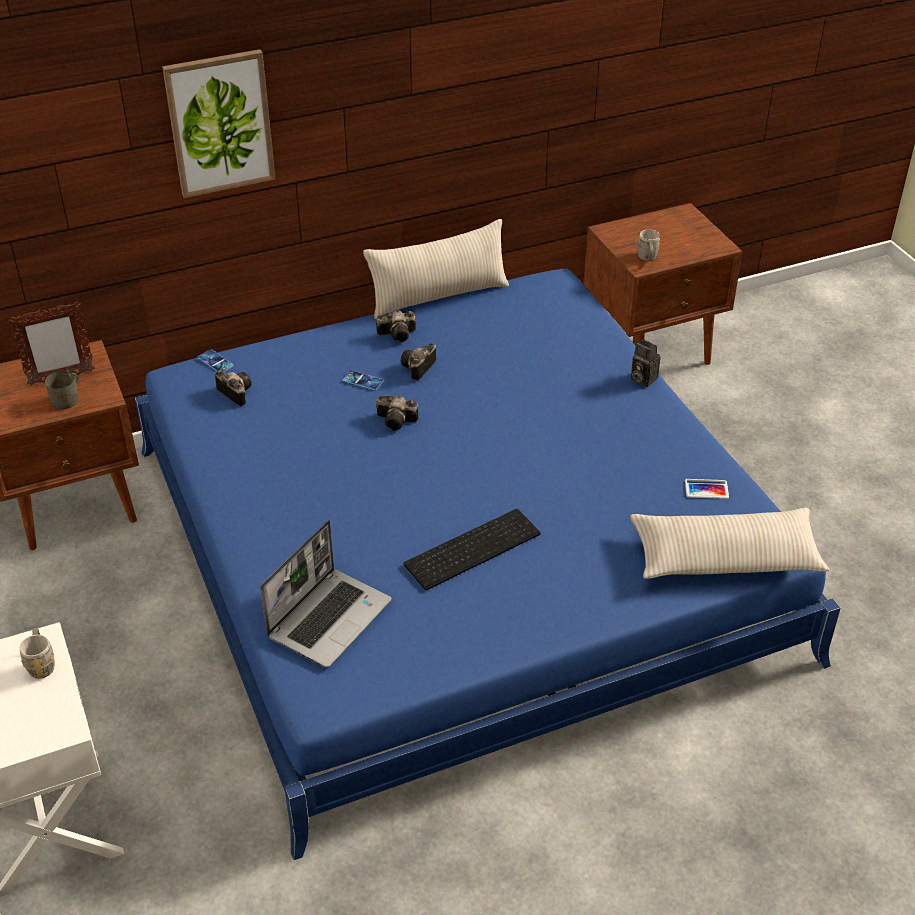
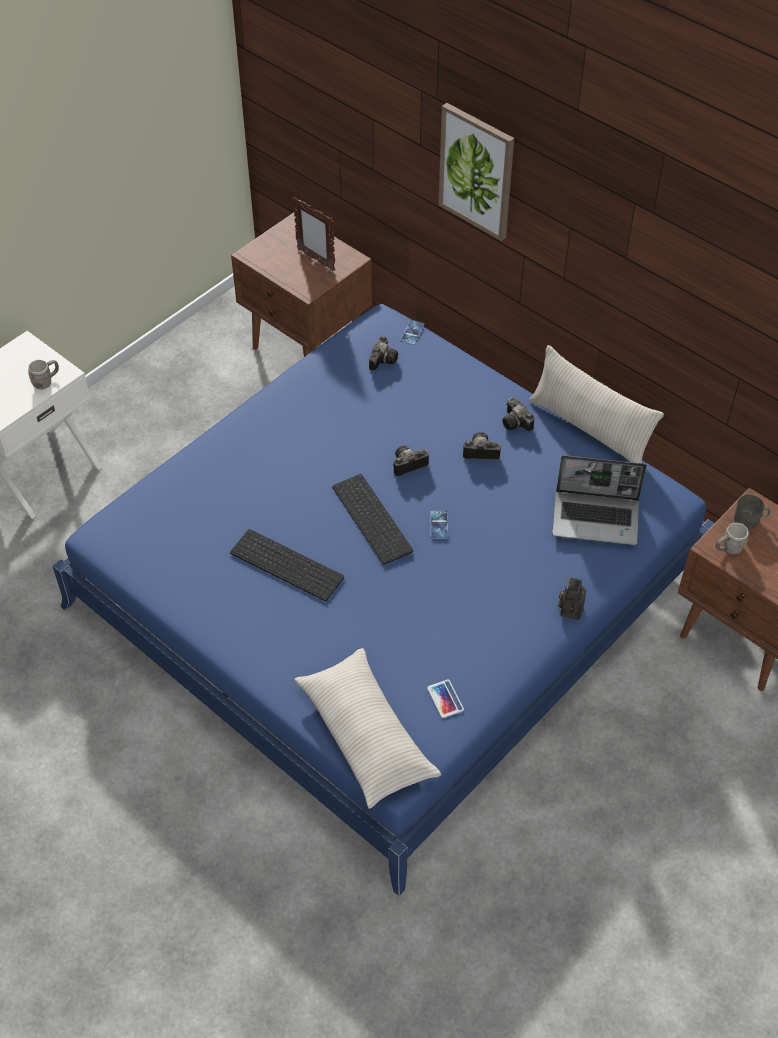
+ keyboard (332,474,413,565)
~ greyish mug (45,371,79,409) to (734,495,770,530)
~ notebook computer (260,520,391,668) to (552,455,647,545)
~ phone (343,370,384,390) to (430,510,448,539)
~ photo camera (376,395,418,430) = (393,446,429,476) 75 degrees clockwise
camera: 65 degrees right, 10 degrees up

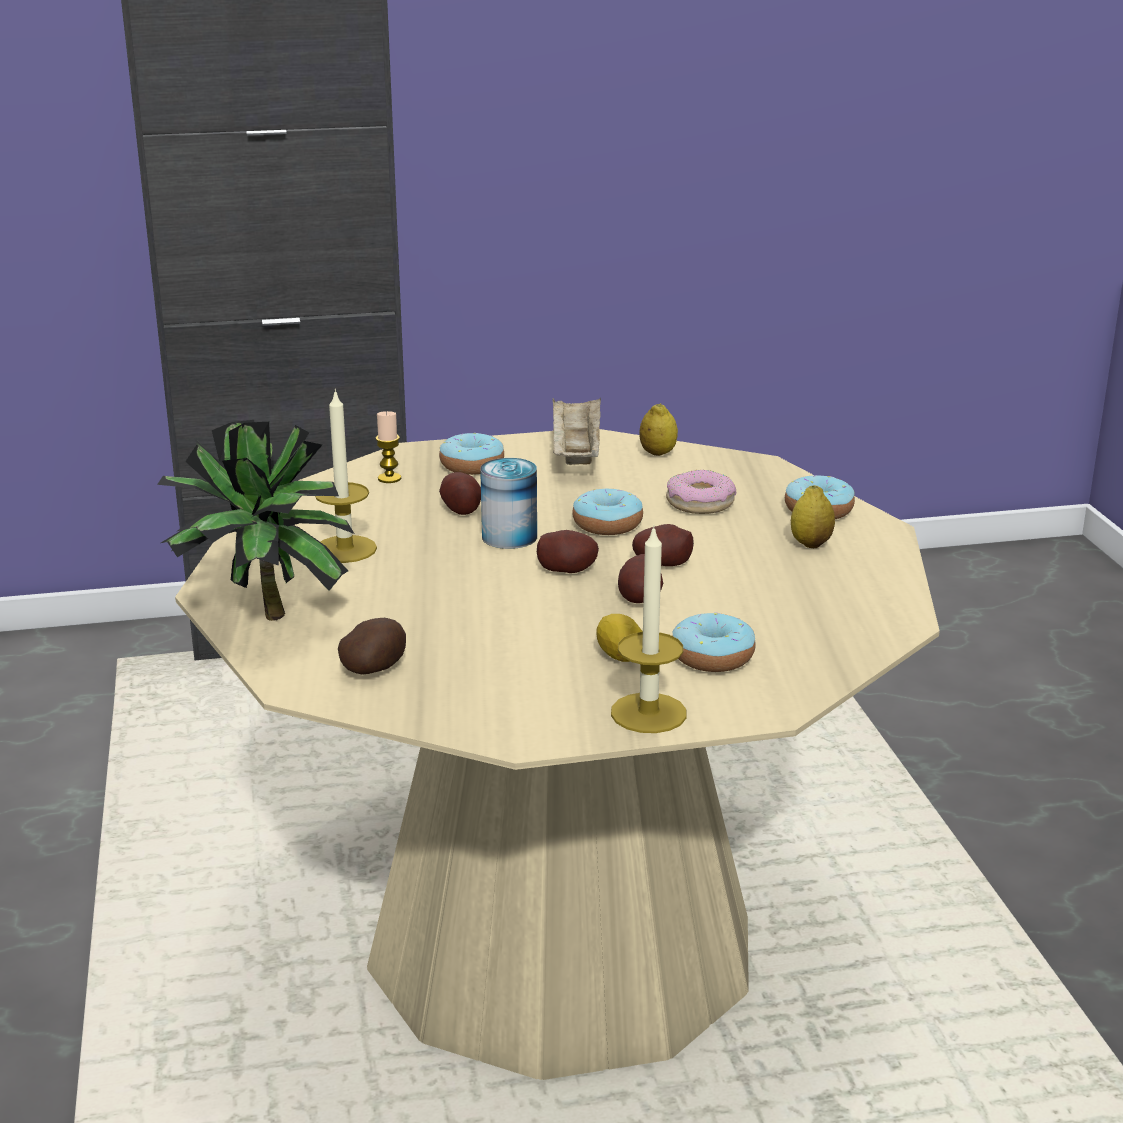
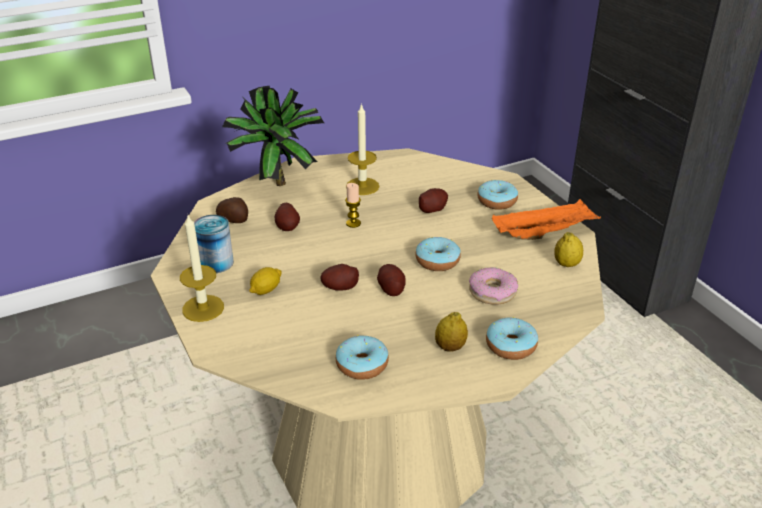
~ candle (376,411,401,483) to (345,183,361,228)
~ sealed can (480,458,537,549) to (194,215,234,273)
~ spud (537,530,599,573) to (275,203,300,231)
~ ring doughnut (673,612,756,672) to (336,335,389,380)
~ beige serving tray (552,397,601,465) to orange-coloured serving tray (492,199,601,240)
camera: 75 degrees right, 10 degrees up

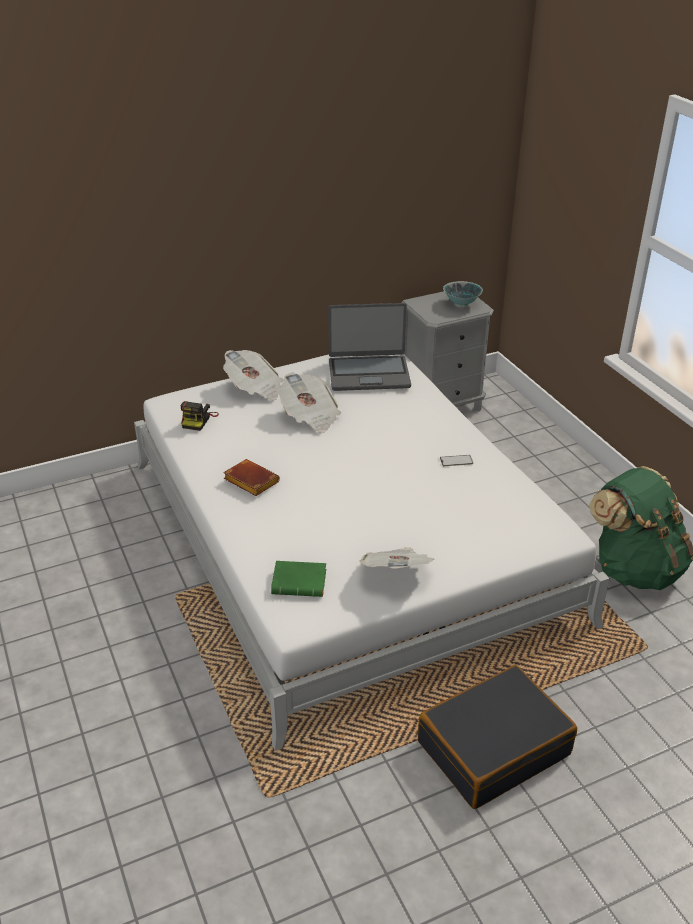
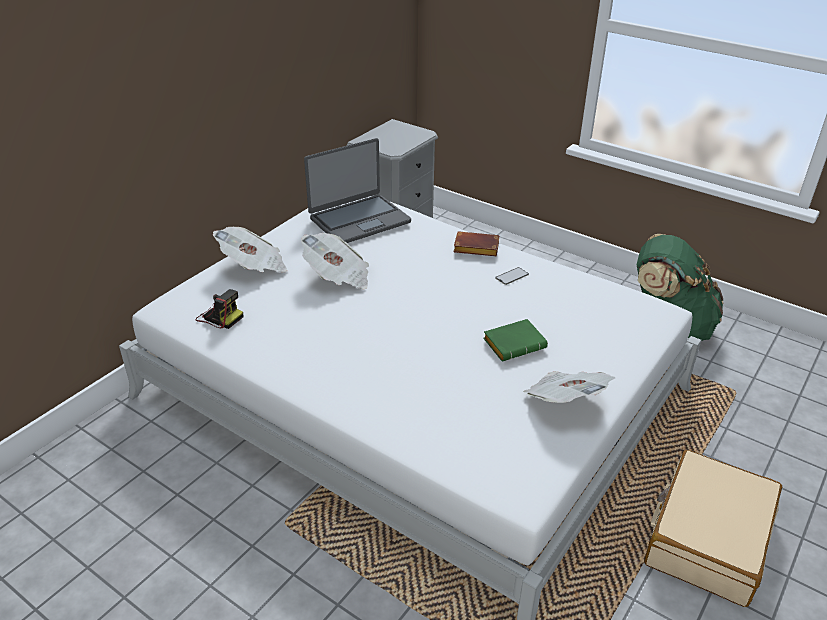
- bowl (443,281,483,307)
~ brown-coloured book (223,459,280,496) to (454,231,499,256)
~ green-coloured book (271,561,326,597) to (483,319,548,361)
~ black suitcase (418,665,577,809) to beige suitcase (644,450,782,607)
~ photo camera (180,401,219,431) = (196,289,243,329) 45 degrees counterclockwise
camera: 30 degrees left, 0 degrees up

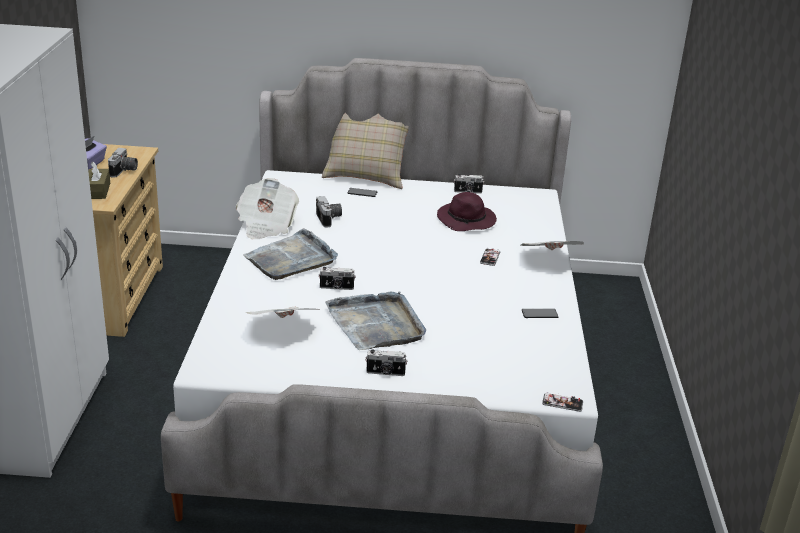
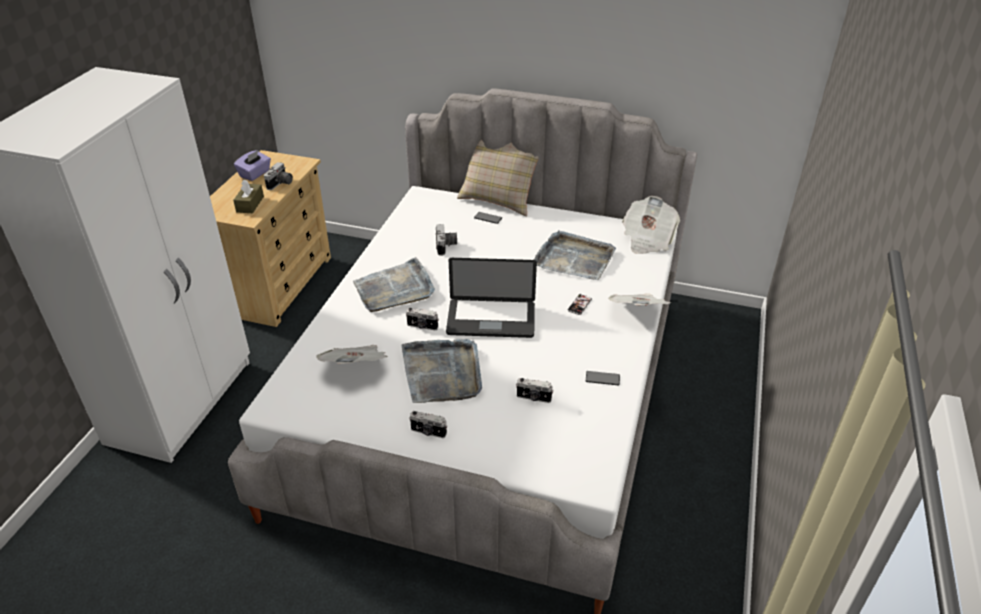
- phone (542,392,583,412)
+ notebook computer (446,258,537,338)
~ printed paper (236,178,299,239) to (622,196,680,254)
~ photo camera (454,174,484,194) to (516,378,554,403)
~ purple hat (437,192,497,231) to greyish serving tray (534,230,616,280)
camera: 15 degrees right, 10 degrees up

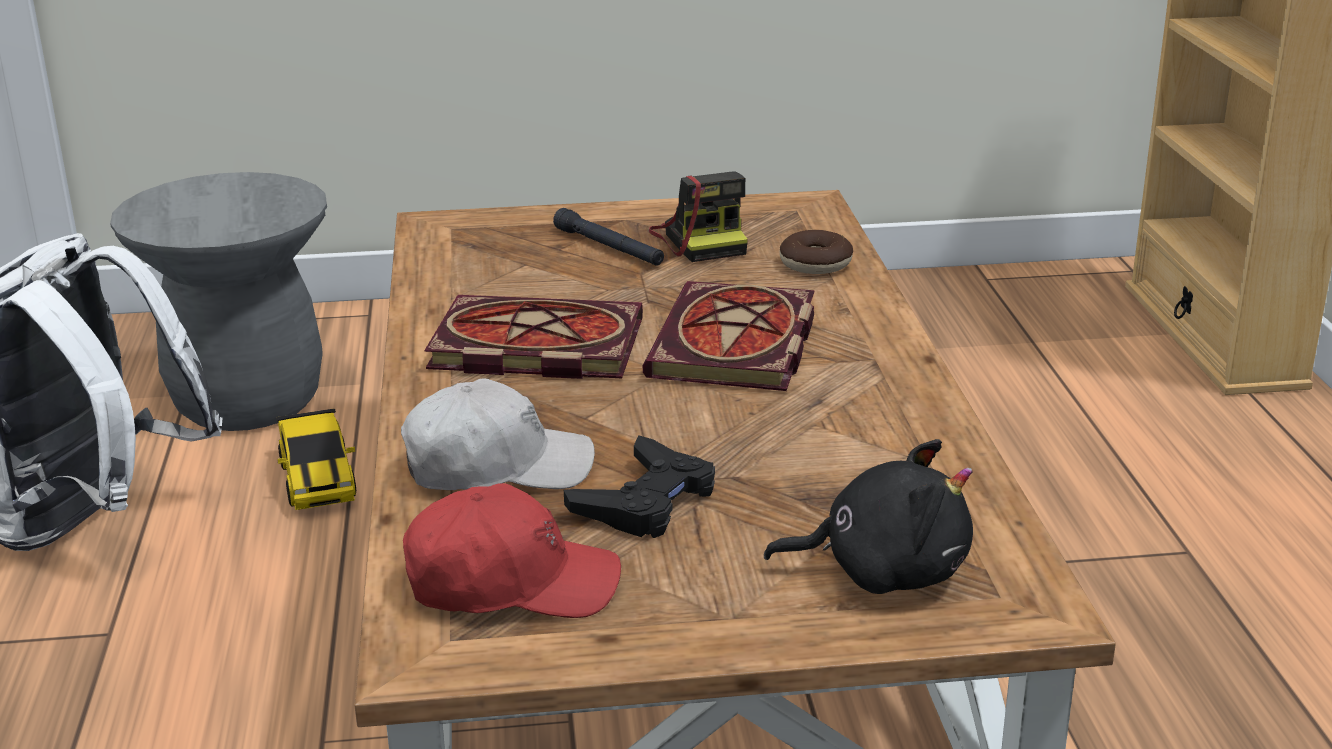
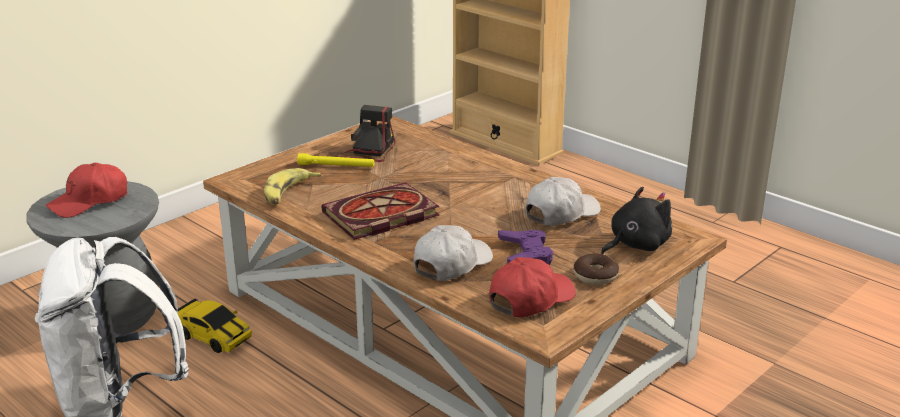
- book (643,281,815,391)
+ red-coloured cap (46,163,127,218)
+ whole banana (264,168,321,205)
+ white-coloured cap (525,177,601,226)
~ ring doughnut (780,230,853,274) to (573,254,619,285)
~ black torch (553,208,664,266) to yellowish torch (297,153,375,167)
~ black gamepad (564,435,715,538) to purple gamepad (498,230,553,265)
~ photo camera (649,171,748,262) = (340,105,395,162) 105 degrees counterclockwise
camera: 40 degrees left, 0 degrees up

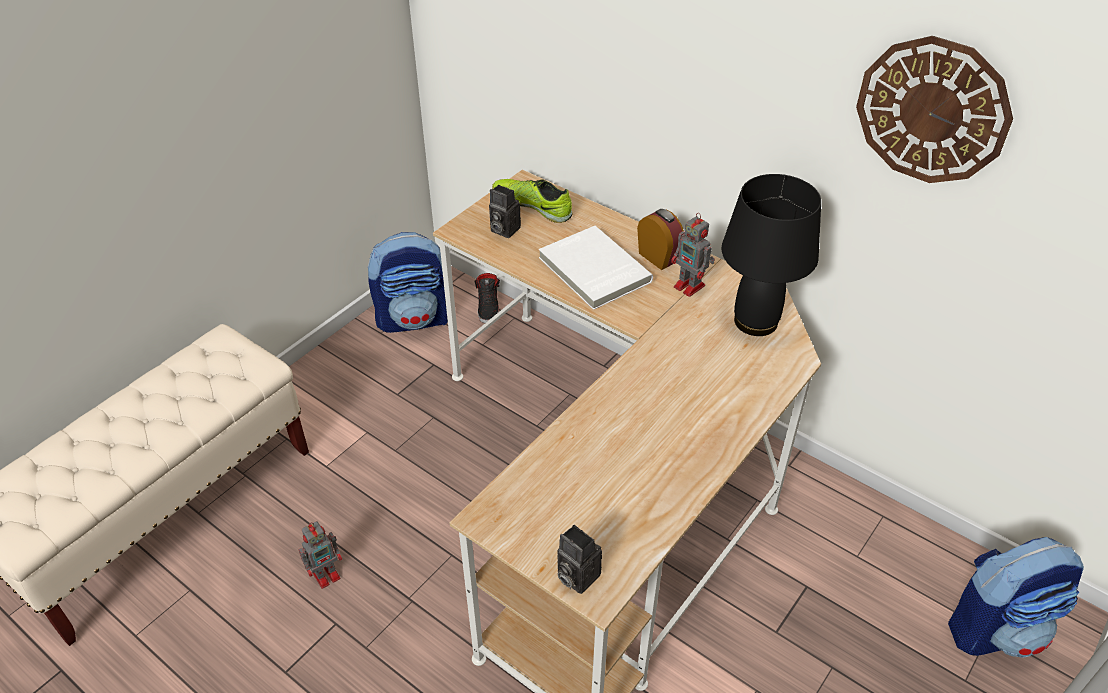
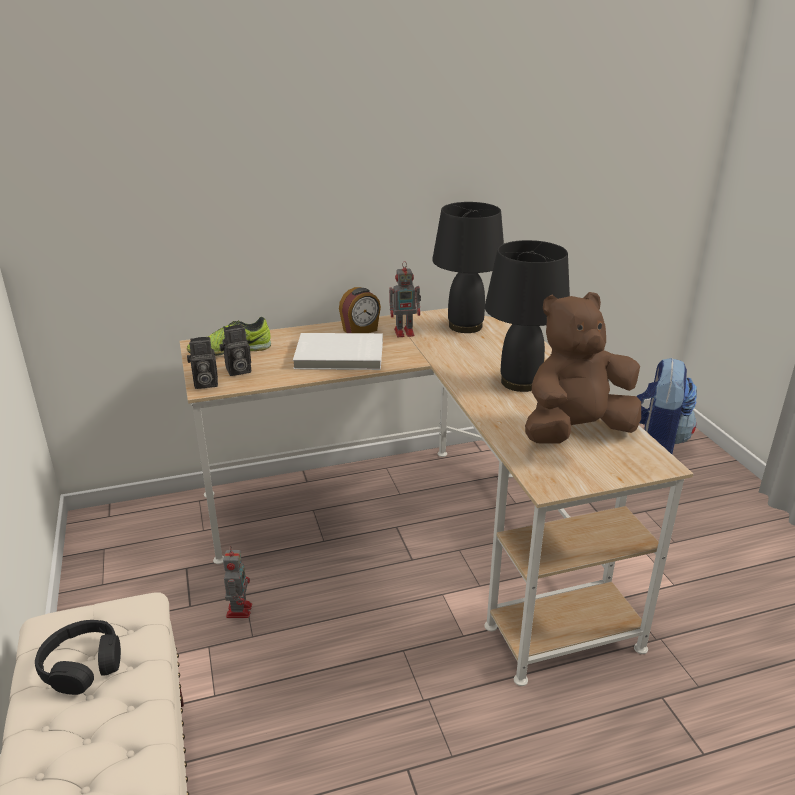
- backpack (367,232,448,333)
- black shoe (474,273,500,323)
- wall clock (856,36,1013,183)
+ black pair of headphones (35,620,121,695)
+ black table lamp (485,240,570,392)
+ brown-coloured plush toy (525,292,641,444)
~ toy robot (299,521,342,589) to (223,546,252,618)
~ photo camera (557,525,602,594) to (187,337,218,389)
~ alarm clock (637,209,684,270) = (339,287,381,333) 150 degrees clockwise
camera: 55 degrees left, 15 degrees down

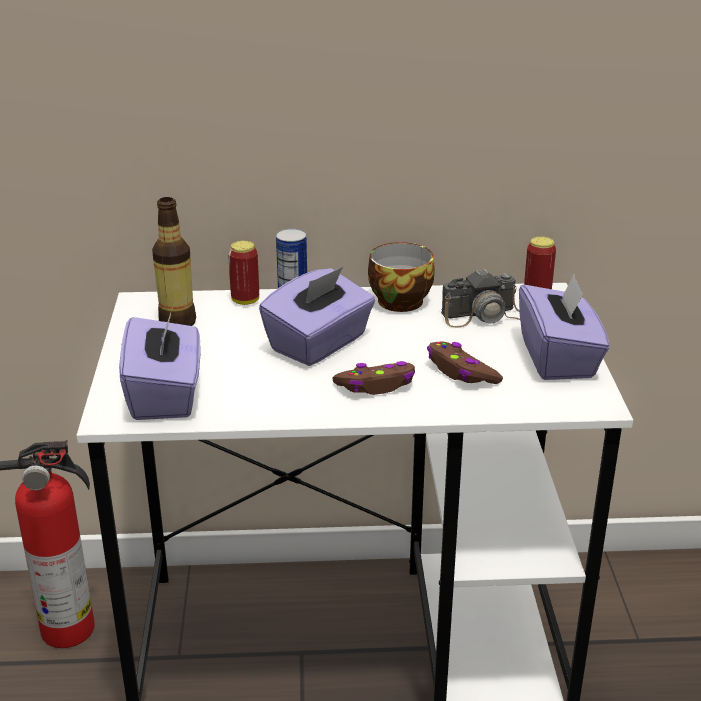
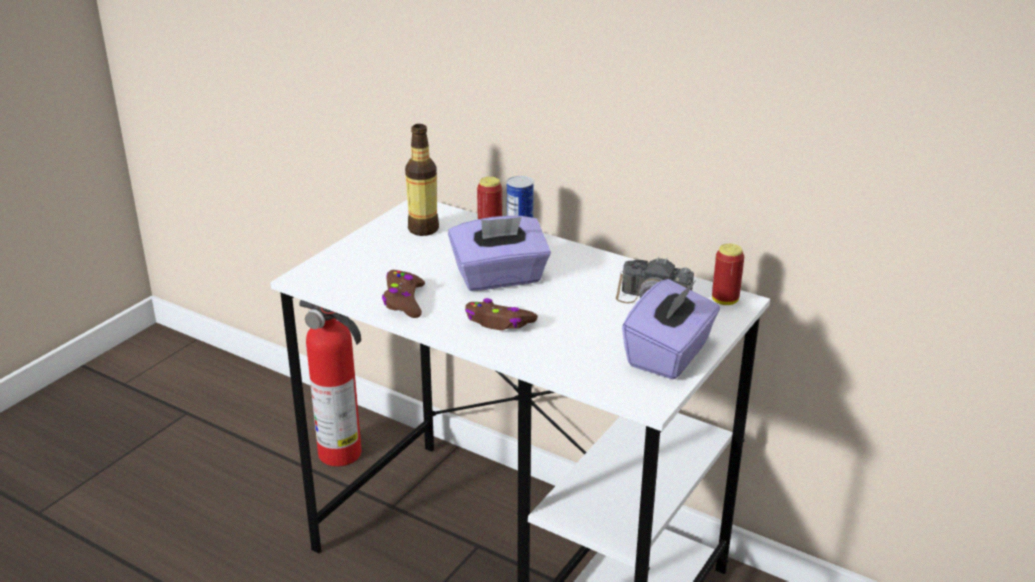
- purple tissue box (119,308,200,420)
- drinking cup (368,242,435,312)
~ brown-coloured gamepad (427,341,503,384) to (382,270,425,318)
camera: 35 degrees right, 0 degrees up

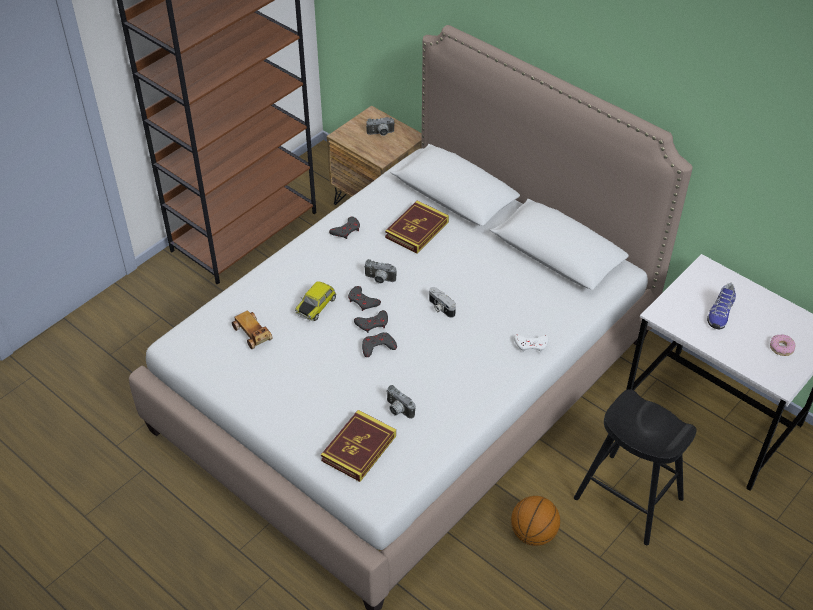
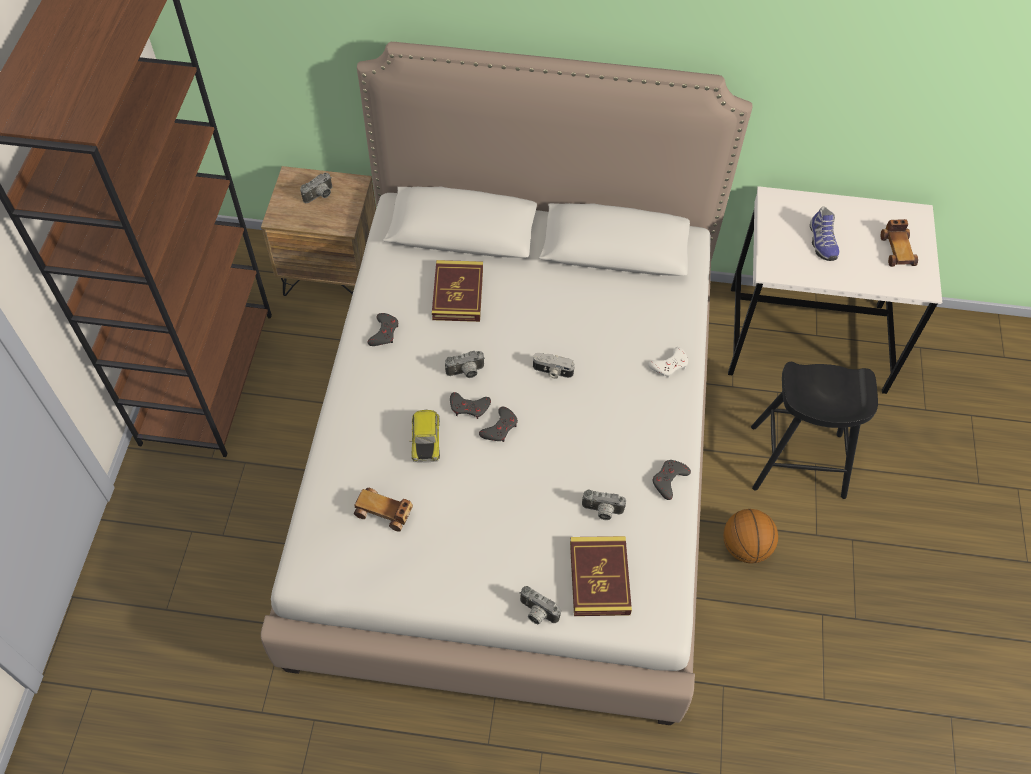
+ photo camera (519,586,561,624)
~ greyish gamepad (362,332,397,357) to (653,460,691,500)
~ ring doughnut (770,334,795,356) to miniature car (881,219,918,267)
camera: 35 degrees left, 10 degrees up

